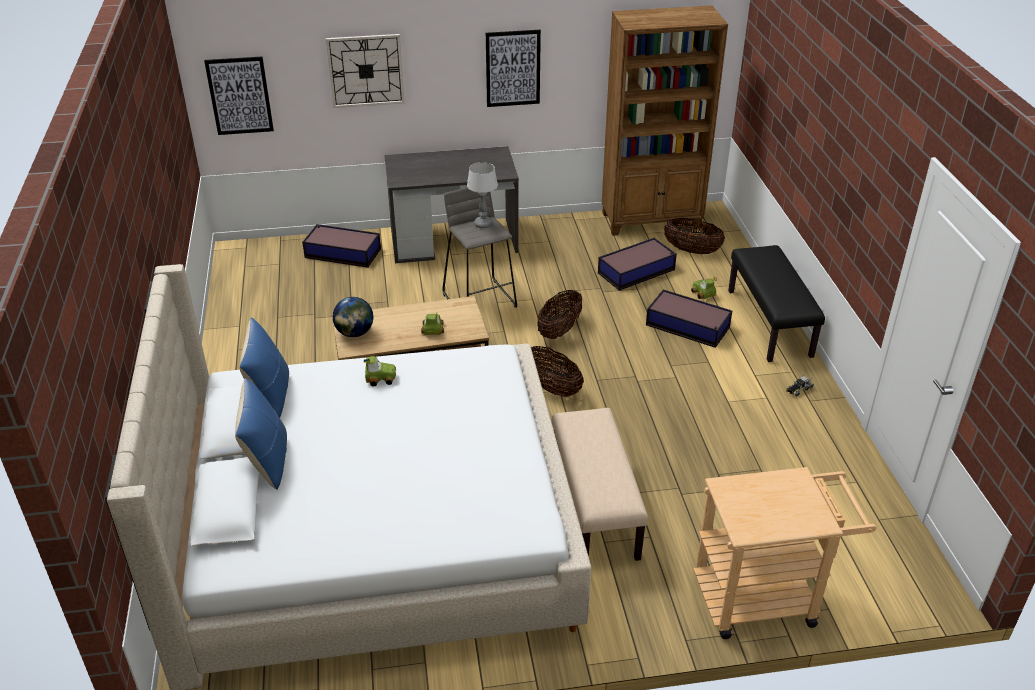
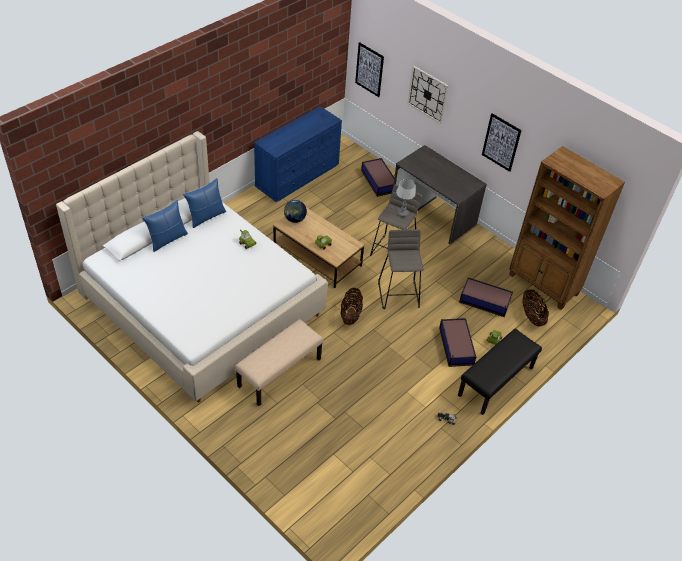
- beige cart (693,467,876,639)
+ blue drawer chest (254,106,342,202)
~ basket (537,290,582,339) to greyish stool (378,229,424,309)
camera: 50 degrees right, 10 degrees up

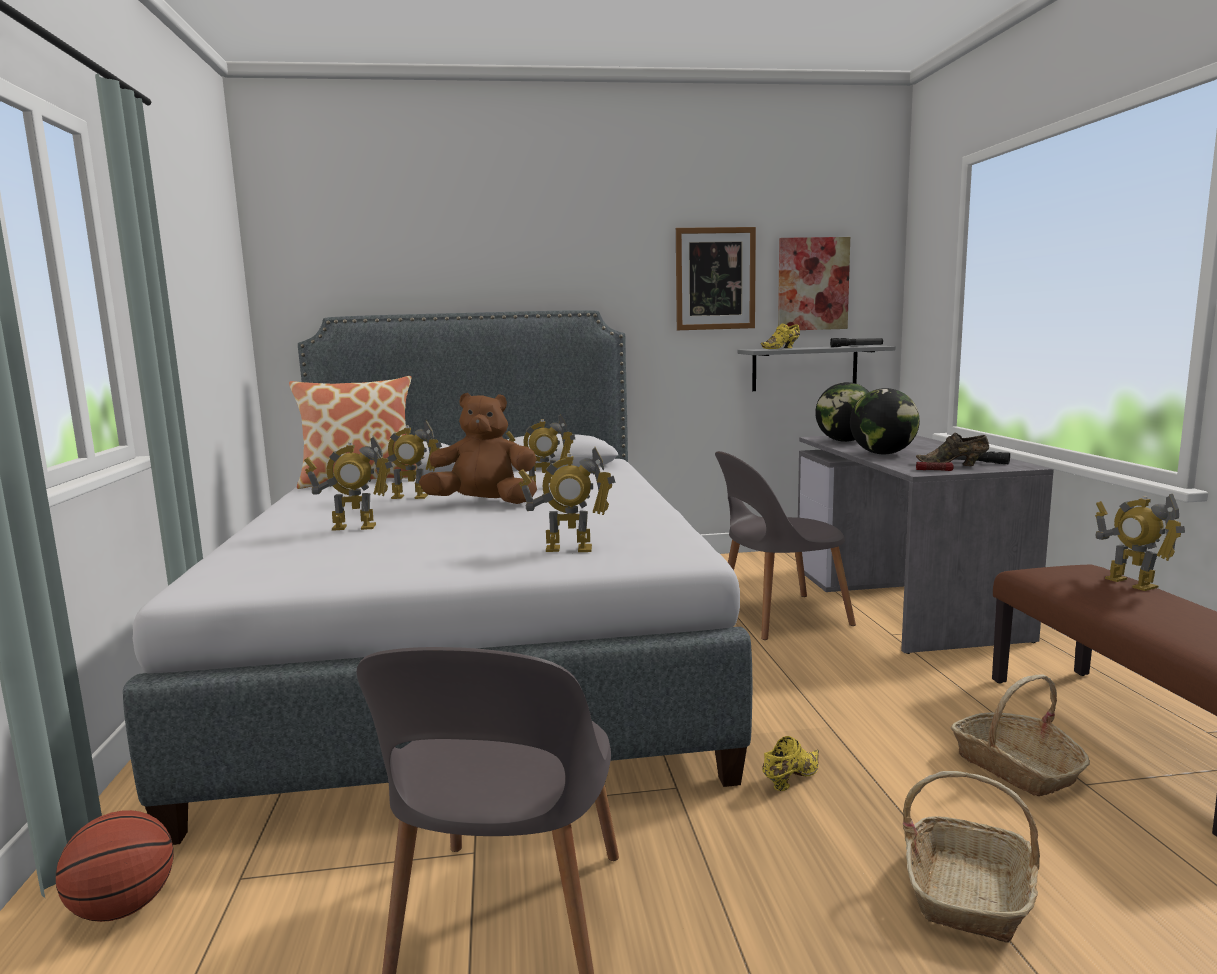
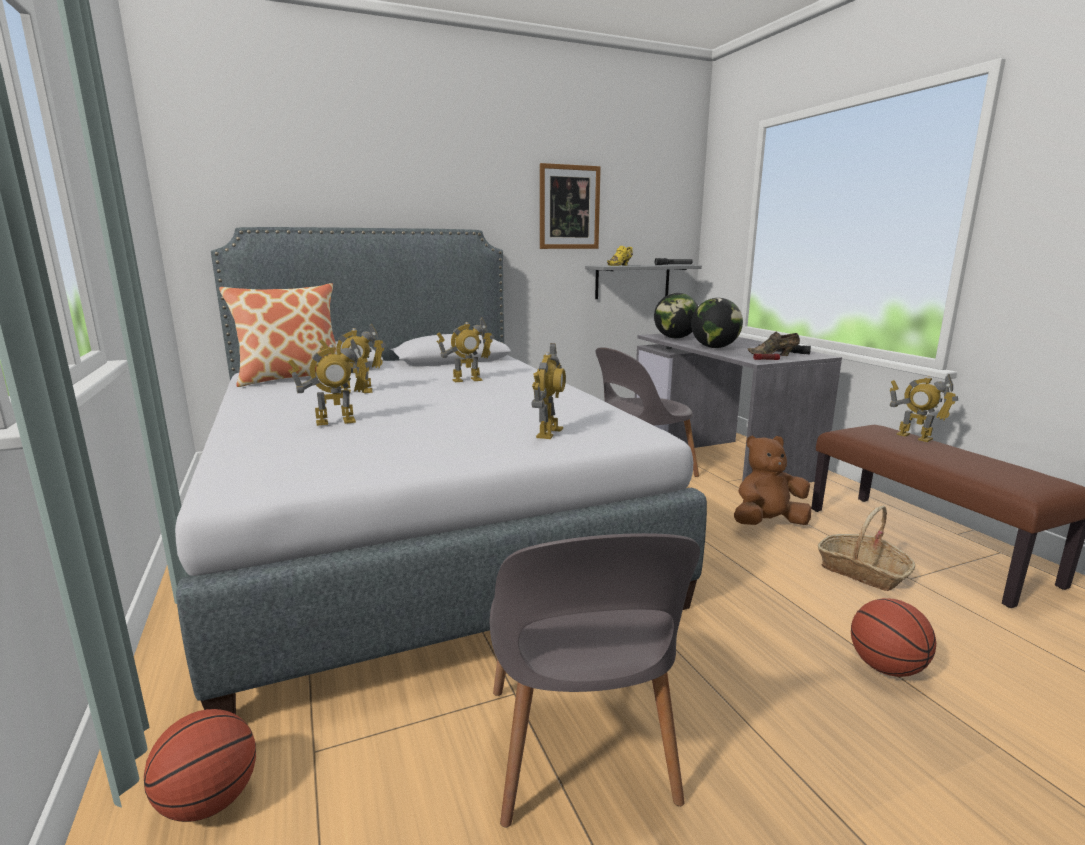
- yellowish shoe (762,736,819,791)
- picture (778,237,850,330)
~ brown-coloured plush toy (419,393,537,504) to (734,435,811,525)
~ basket (903,771,1040,943) to ball for basketball (851,598,936,677)
~ toy robot (518,447,616,552) = (532,343,566,439) 60 degrees counterclockwise
camera: 15 degrees left, 5 degrees up

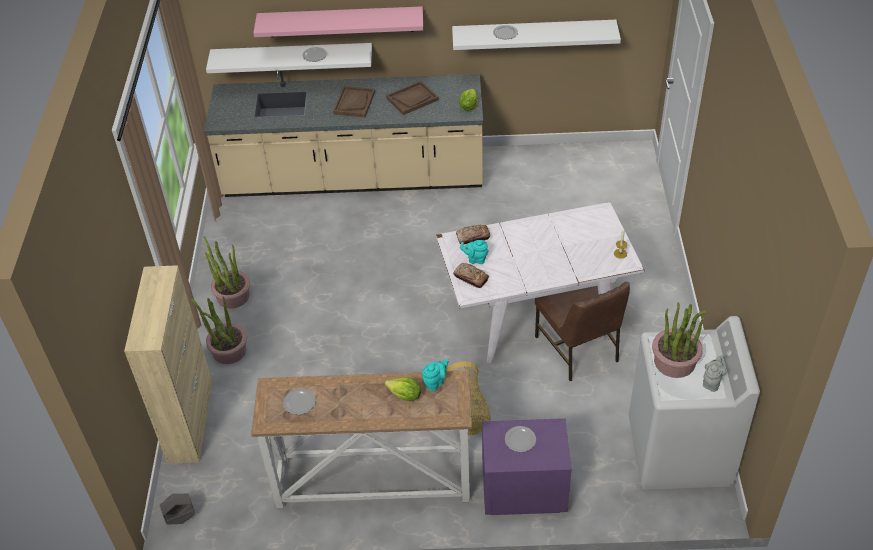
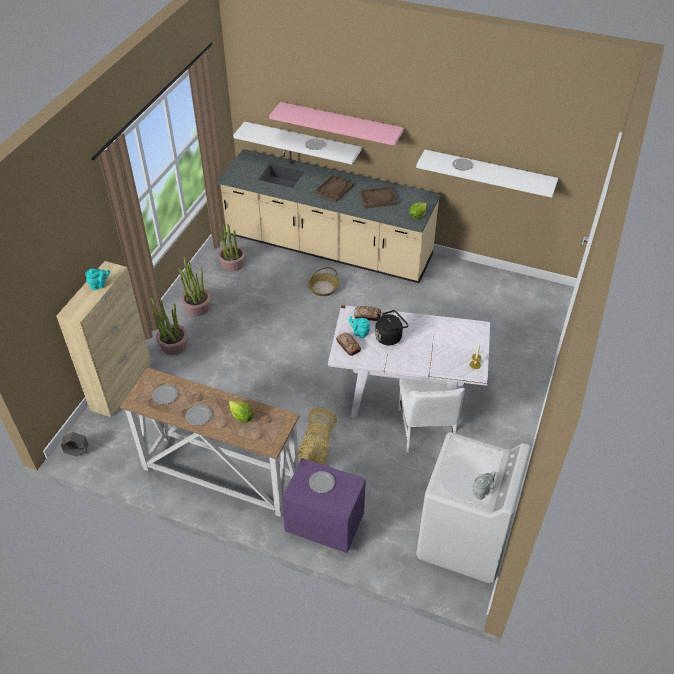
+ flat dish (185,405,212,426)
+ basket (307,267,339,296)
+ black water kettle (375,310,408,345)
~ turquoise-coloured teapot (422,359,448,391) to (85,269,110,290)
~ houseplant (652,302,706,378) to (217,224,246,272)
~ brown-coloured chair (535,282,630,381) to white-coloured chair (398,379,465,454)
camera: 20 degrees right, 0 degrees up

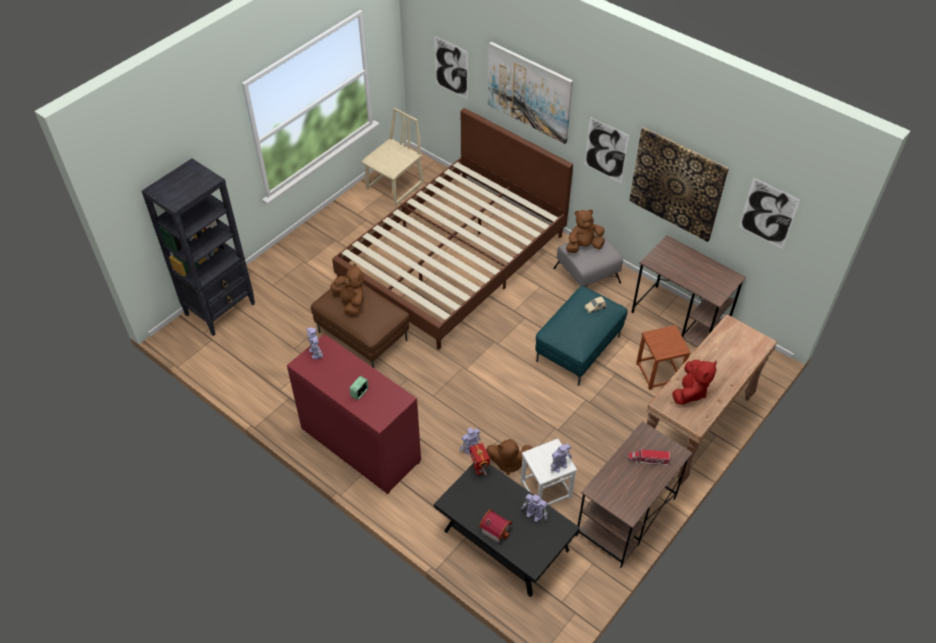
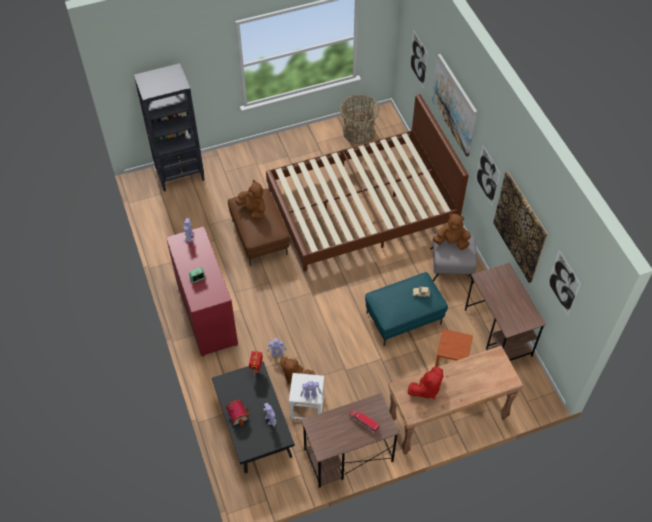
~ beige chair (361,108,424,205) to basket (340,95,380,144)
~ brown-coloured plush toy (330,263,364,316) = (235,180,265,220) 45 degrees counterclockwise
camera: 30 degrees right, 5 degrees up

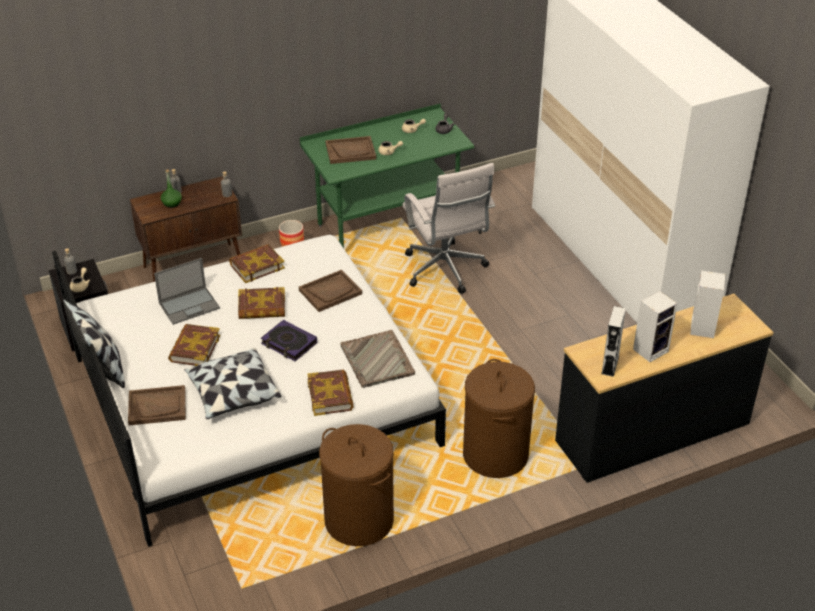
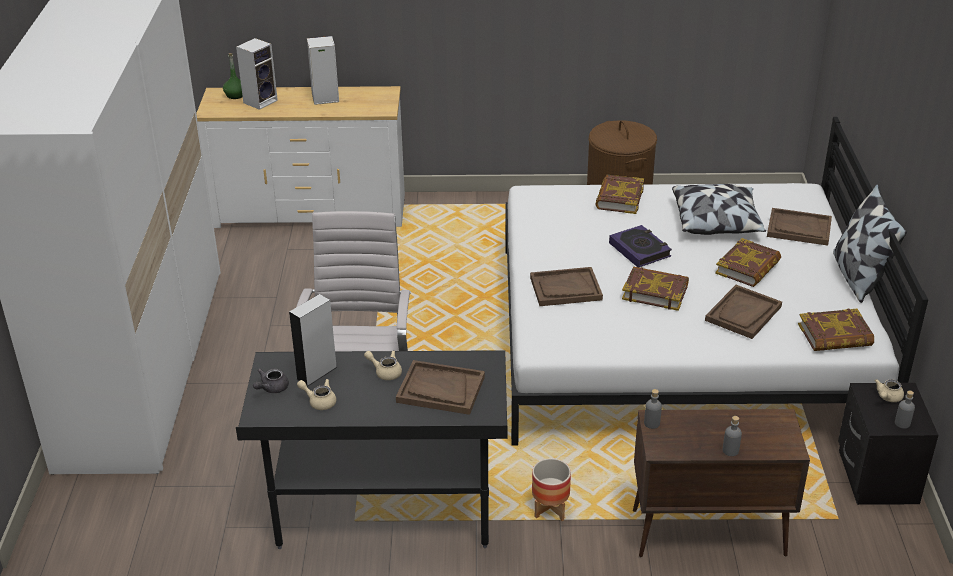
- greyish serving tray (340,330,415,388)
- brown-coloured hamper (463,359,535,478)
~ green-coloured beverage bottle (161,169,182,208) to (223,53,243,99)
~ book (229,244,285,283) to (798,309,874,351)
~ greyish audio speaker (601,306,626,377) to (289,294,337,387)
~ notebook computer (154,258,220,325) to brown-coloured serving tray (705,285,782,339)
~ green-coloured desk table (300,103,474,248) to black desk table (236,350,508,549)
~ black drawer chest (555,294,774,483) to white-coloured drawer chest (196,86,405,228)
camera: 155 degrees left, 5 degrees down

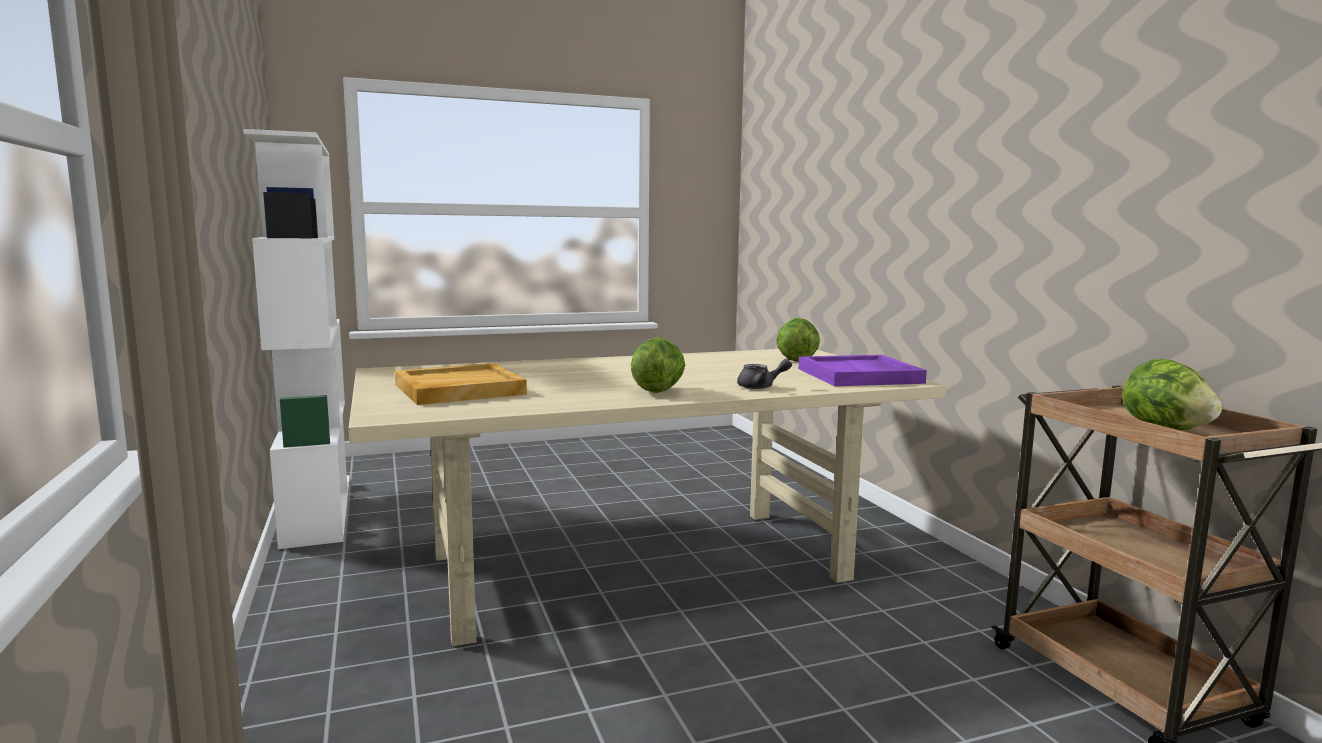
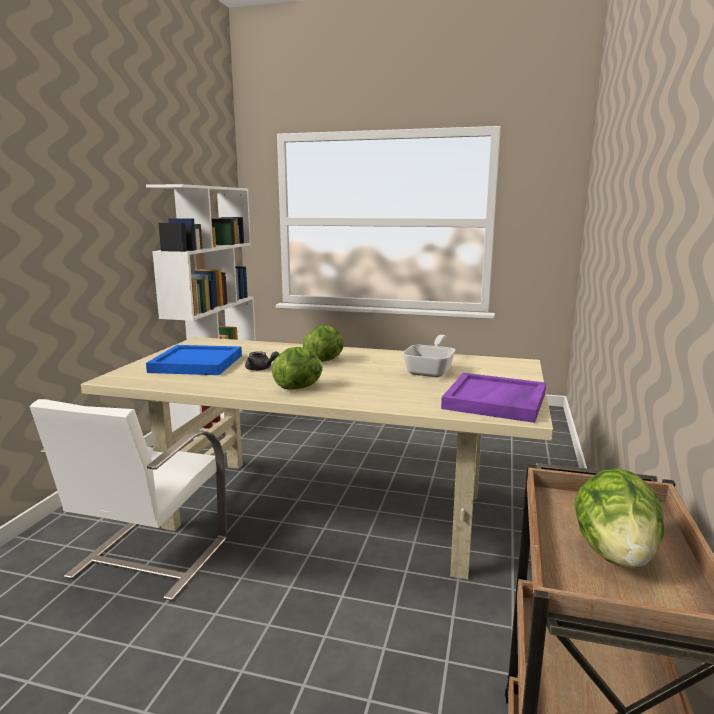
+ white-coloured chair (29,399,227,601)
+ skillet (402,335,456,377)
~ greyish teapot (737,359,792,389) to (245,351,280,371)
~ head of lettuce (776,317,820,362) to (303,325,344,362)
~ beige serving tray (395,363,527,405) to blue serving tray (146,345,242,375)
camera: 35 degrees right, 5 degrees up

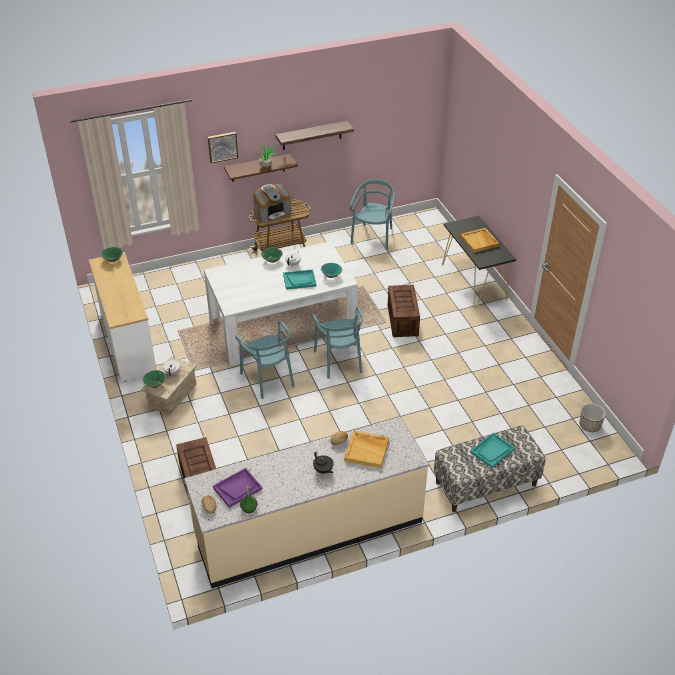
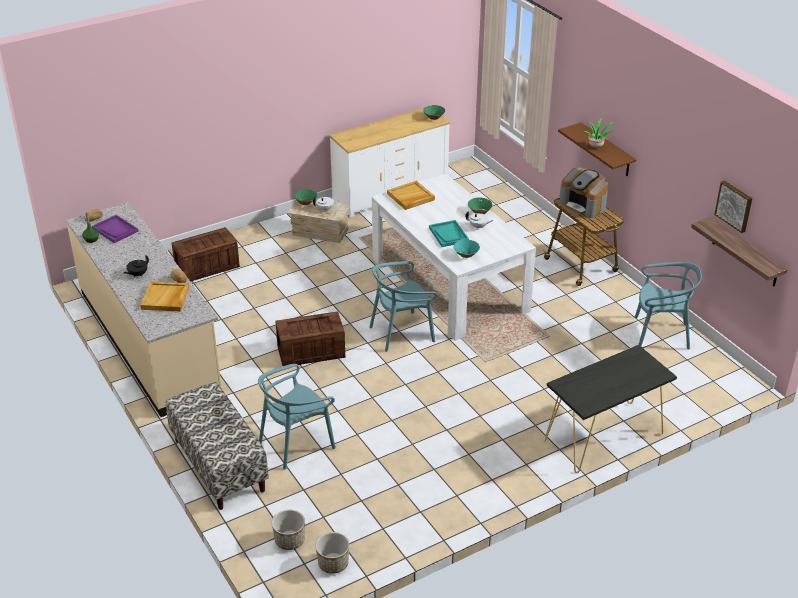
- turquoise-coloured serving tray (470,432,515,468)
+ planter (272,510,305,550)
~ picture (208,132,238,163) to (714,181,752,233)
~ turquoise-coloured chair (235,321,295,399) to (258,364,336,469)
~ bracket shelf (276,121,354,150) to (691,217,788,286)
~ packing crate (388,285,420,337) to (275,311,345,366)
~ beige serving tray (460,228,499,253) to (387,181,435,210)
camera: 80 degrees right, 5 degrees down

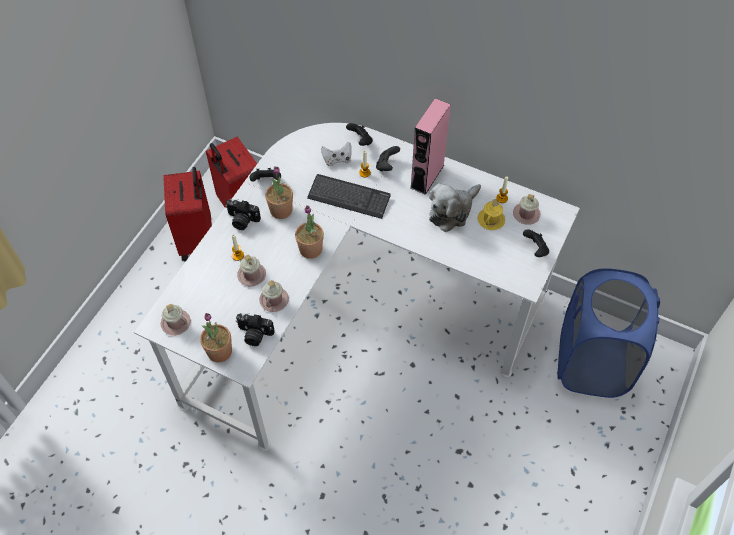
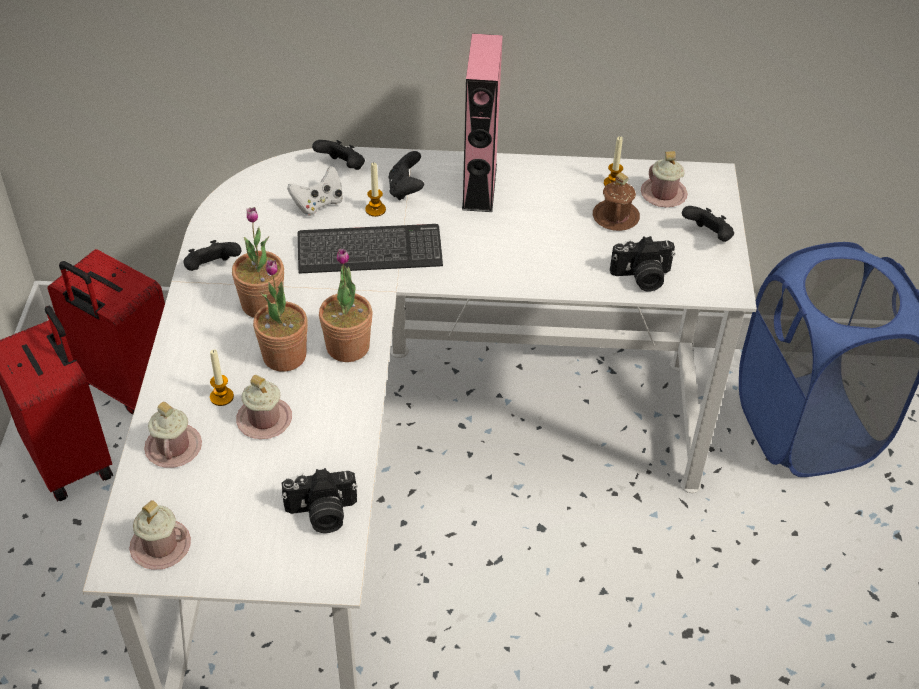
- plush toy (429,183,481,232)
~ houseplant (200,313,232,362) to (253,260,308,372)
~ photo camera (225,199,261,230) to (610,236,675,291)
~ pink-coloured mug (259,280,289,312) to (144,402,202,468)
~ yellowish mug (477,199,505,230) to brown-coloured mug (593,172,640,231)
camera: 25 degrees left, 10 degrees down

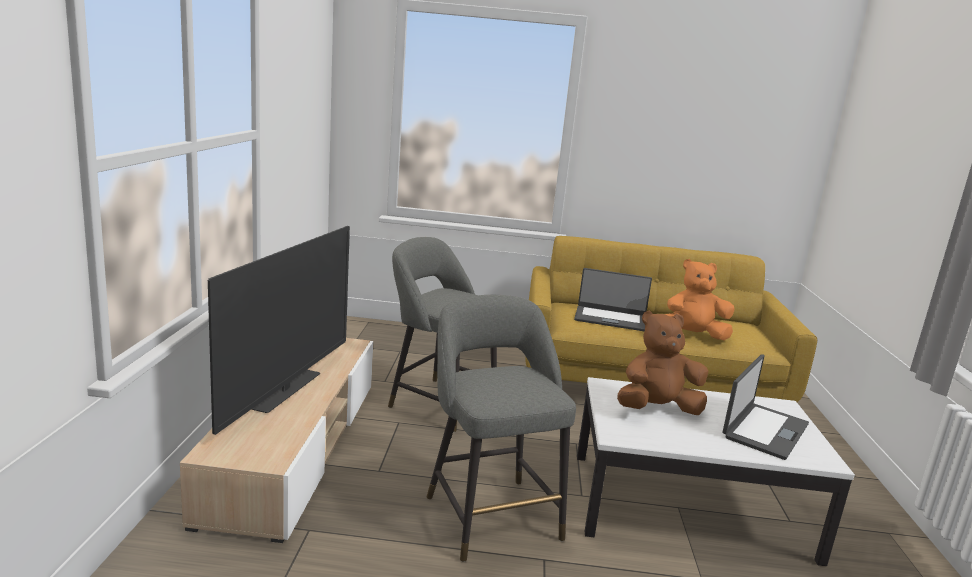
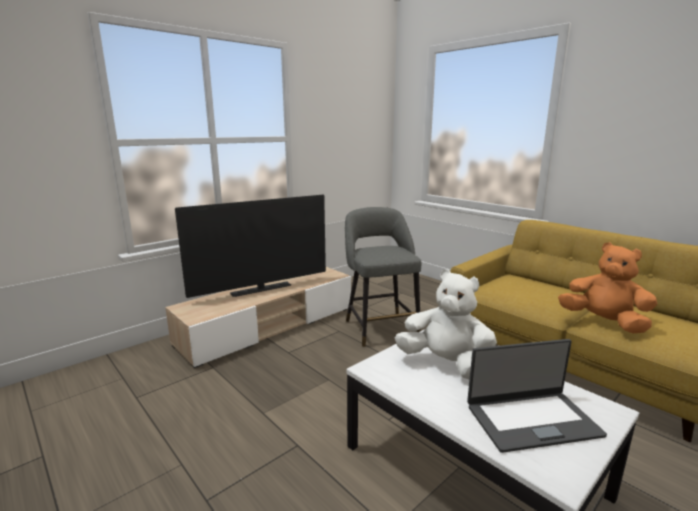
- greyish stool (426,295,576,562)
- notebook computer (574,268,652,331)
~ brown-coloured plush toy (617,311,708,415) to white-coloured plush toy (395,269,497,379)
camera: 45 degrees right, 0 degrees up

